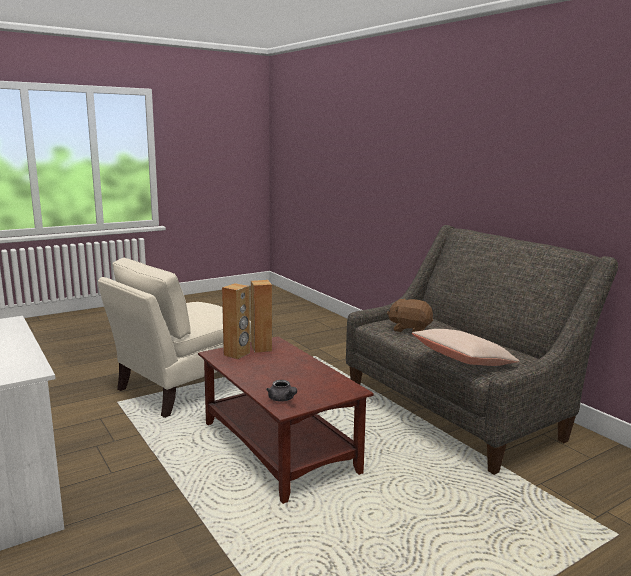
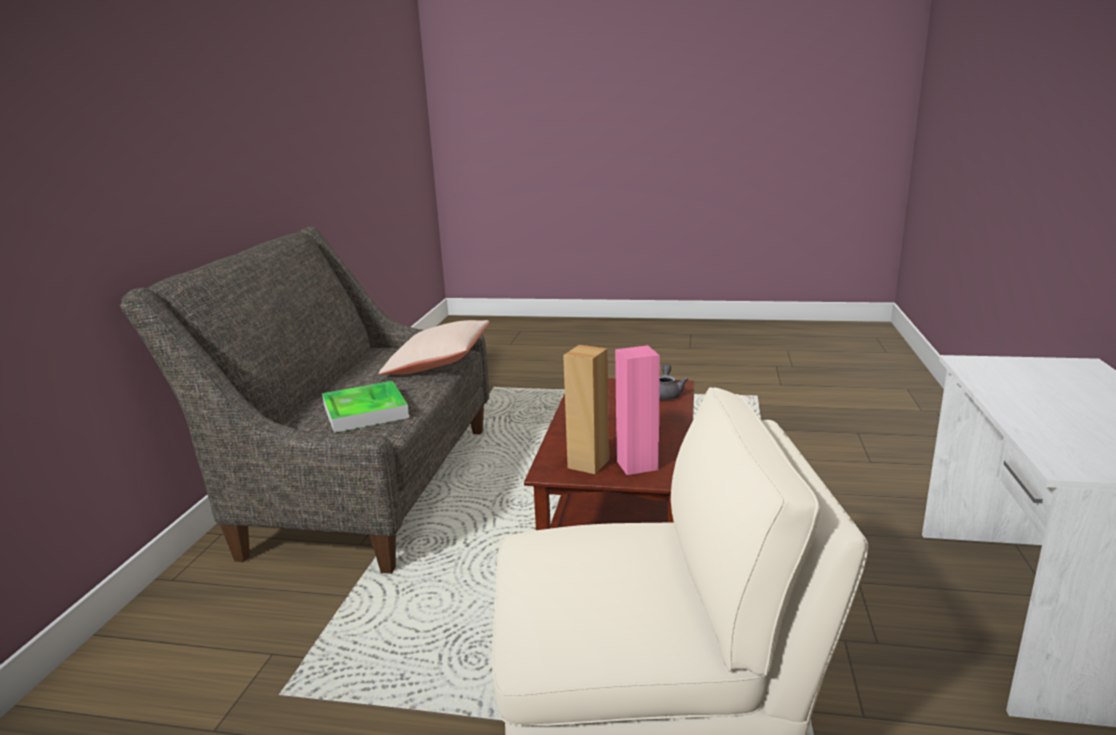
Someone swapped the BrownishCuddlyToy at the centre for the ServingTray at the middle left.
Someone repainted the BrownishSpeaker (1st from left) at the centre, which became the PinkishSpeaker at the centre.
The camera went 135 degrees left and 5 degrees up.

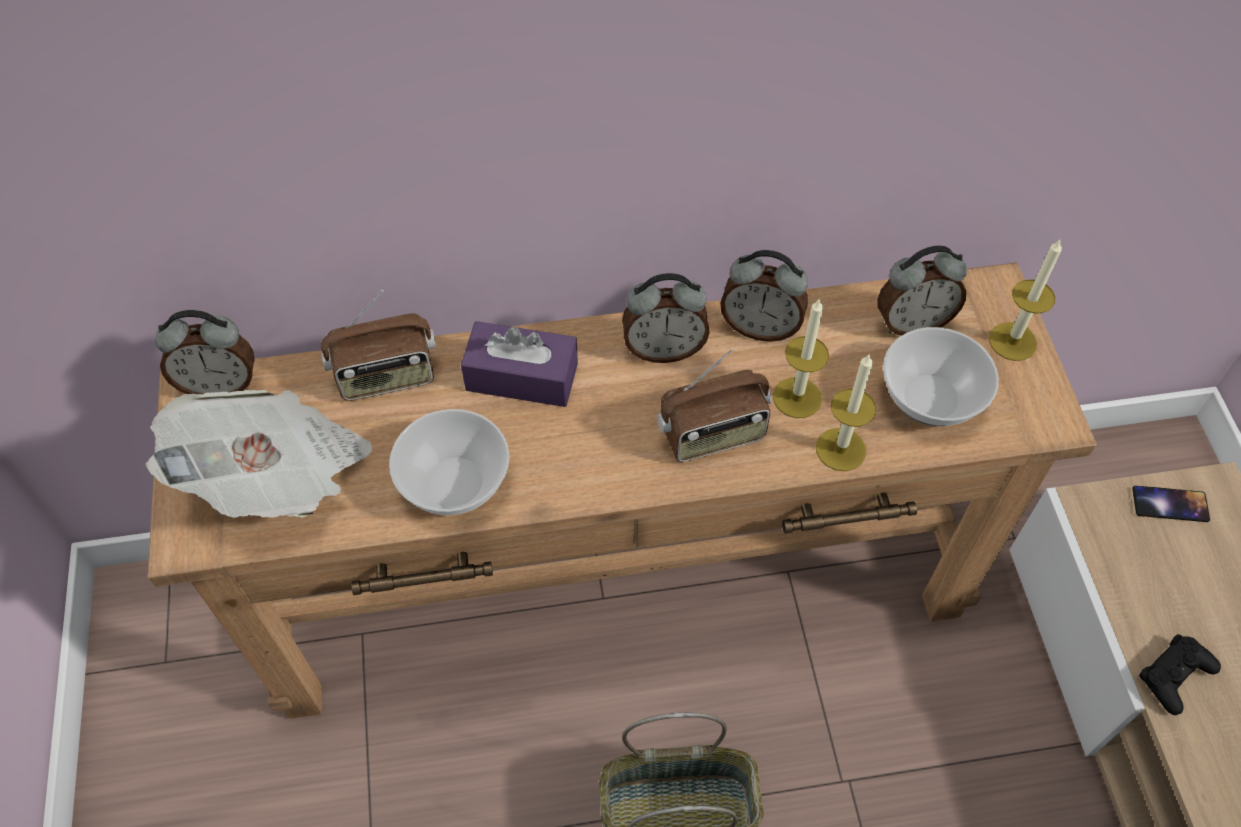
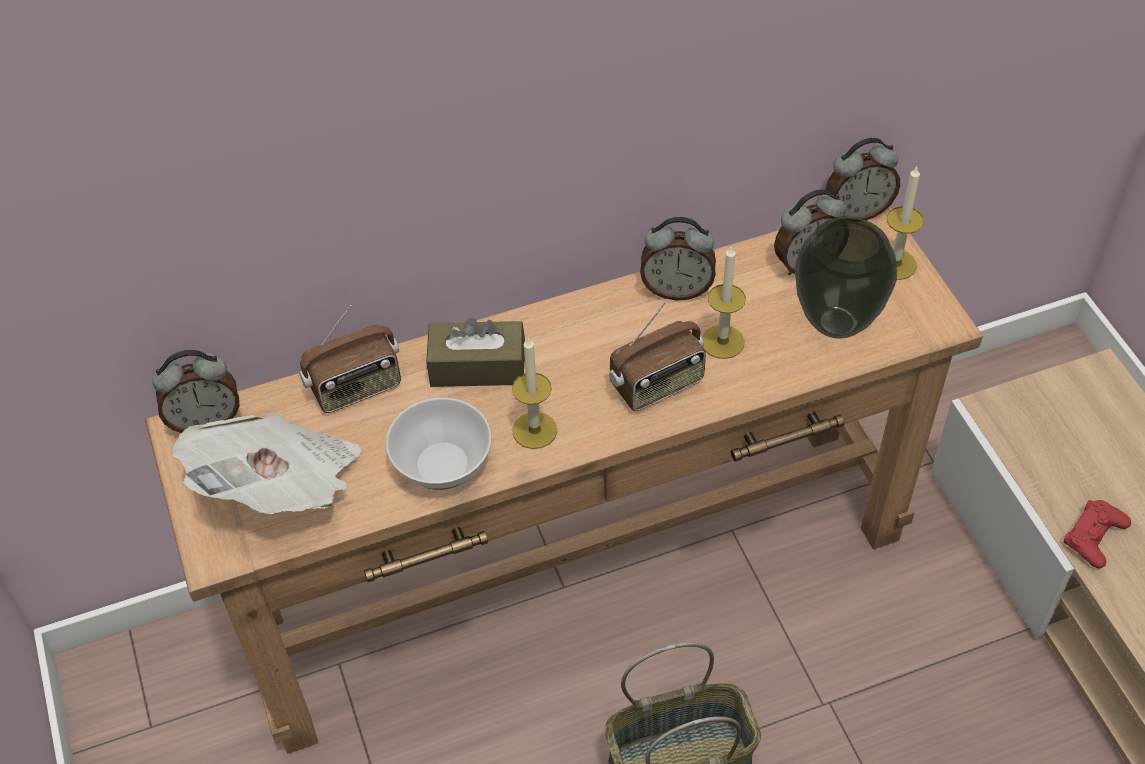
Someone took away the Telephone at the middle right.
Someone carried the AlarmClock (2nd from left in the first image) from the centre to the top right.
Someone carried the Candle (2nd from left in the first image) from the middle right to the centre.
Someone swapped the Bowl (2nd from left) at the middle right for the DecorativeVase at the middle right.
Someone repainted the PurpleBoxOfTissues at the centre, which became the BrownishBoxOfTissues at the centre.
Someone repainted the BlackJoypad at the bottom right, which became the RedColouredJoypad at the bottom right.
The camera went 10 degrees left and 5 degrees down.

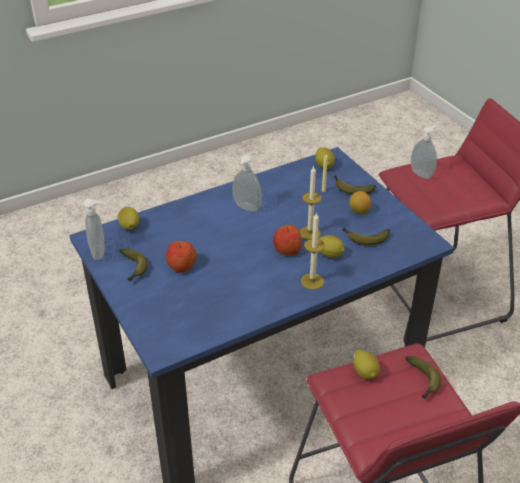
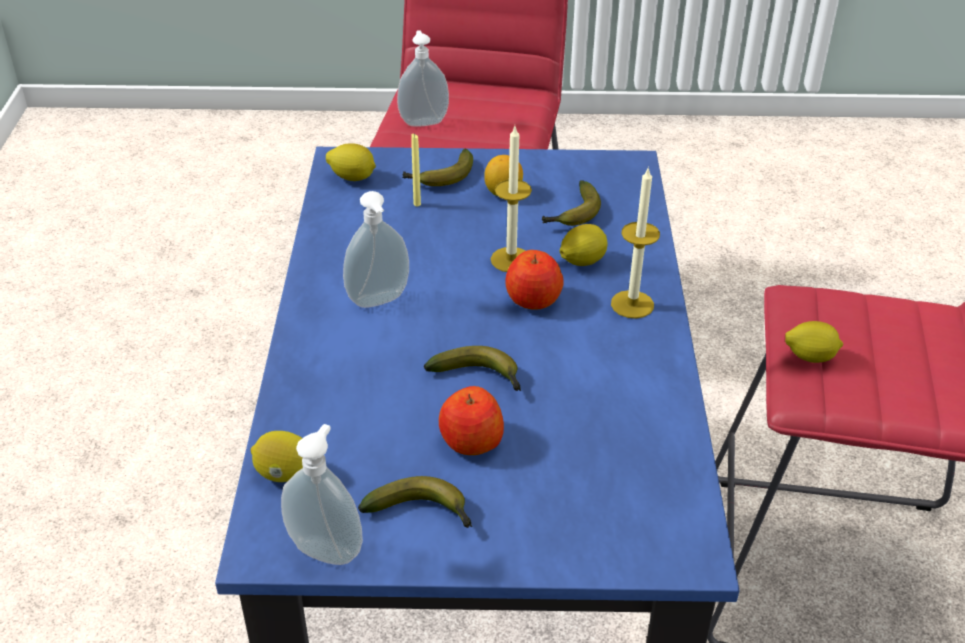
Someone carried the BananaFruit (4th from left in the first image) from the bottom right to the centre.
The camera went 60 degrees left and 0 degrees up.

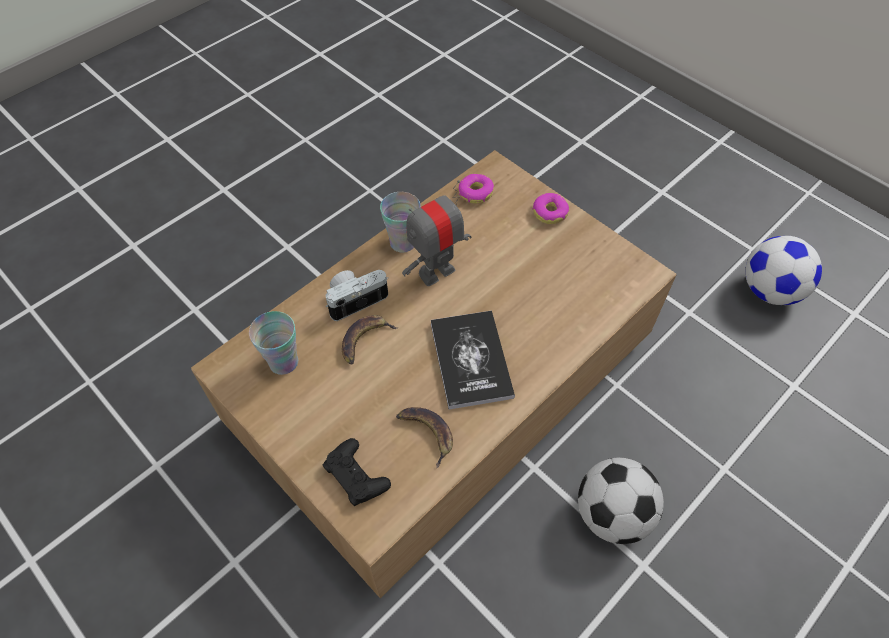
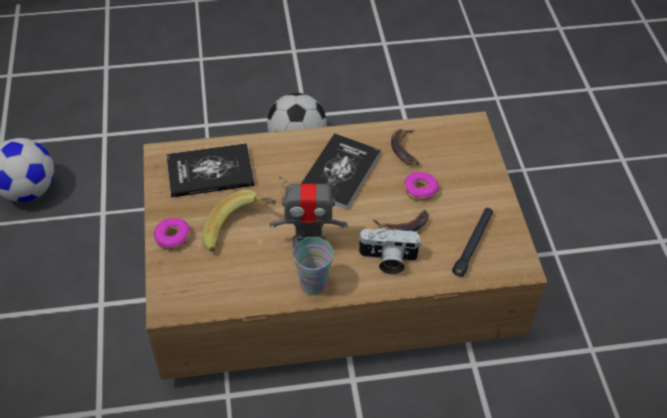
Someone took away the BlackJoypad at the bottom centre.
Someone put down the BoundBook (1st from left) at the middle left.
Someone put down the BananaFruit (1st from left) at the centre.
Someone carried the Doughnut (1st from left in the first image) from the top centre to the centre.
Someone swapped the Cup (1st from left) at the middle left for the BlackFlashlight at the middle right.
The camera went 145 degrees left and 5 degrees down.

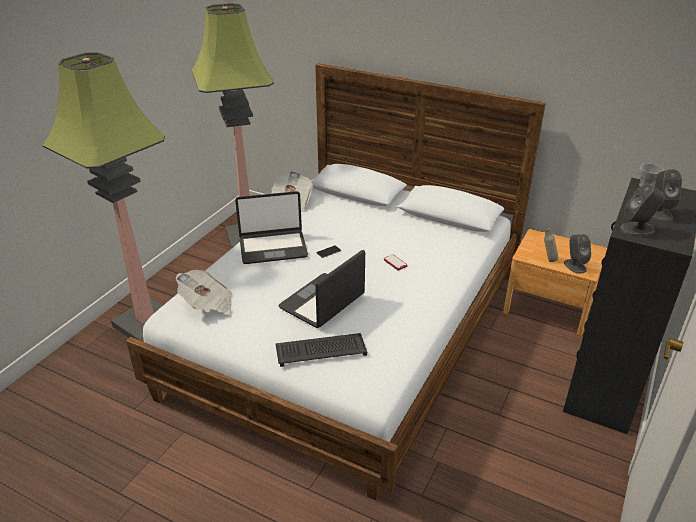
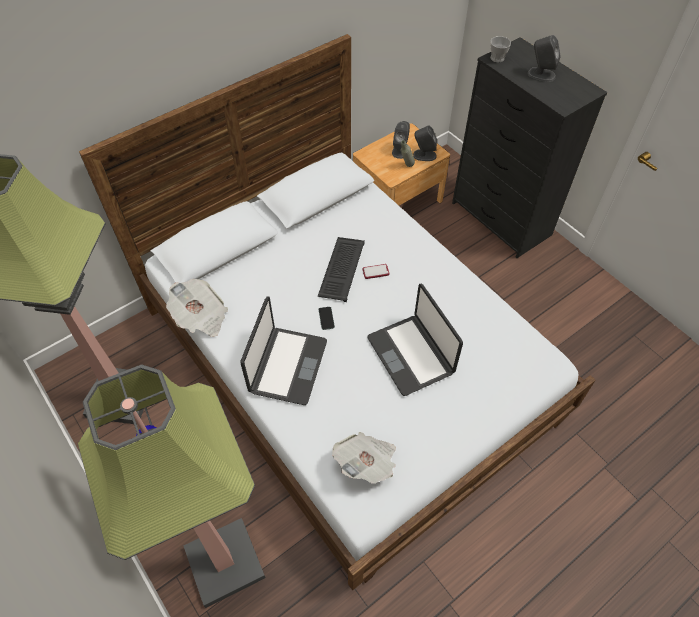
Someone carried the PcKeyboard from the bottom centre to the centre.
Someone carried the GreySpeaker (2nd from left in the first image) from the middle right to the top centre.
The camera went 65 degrees left and 20 degrees up.

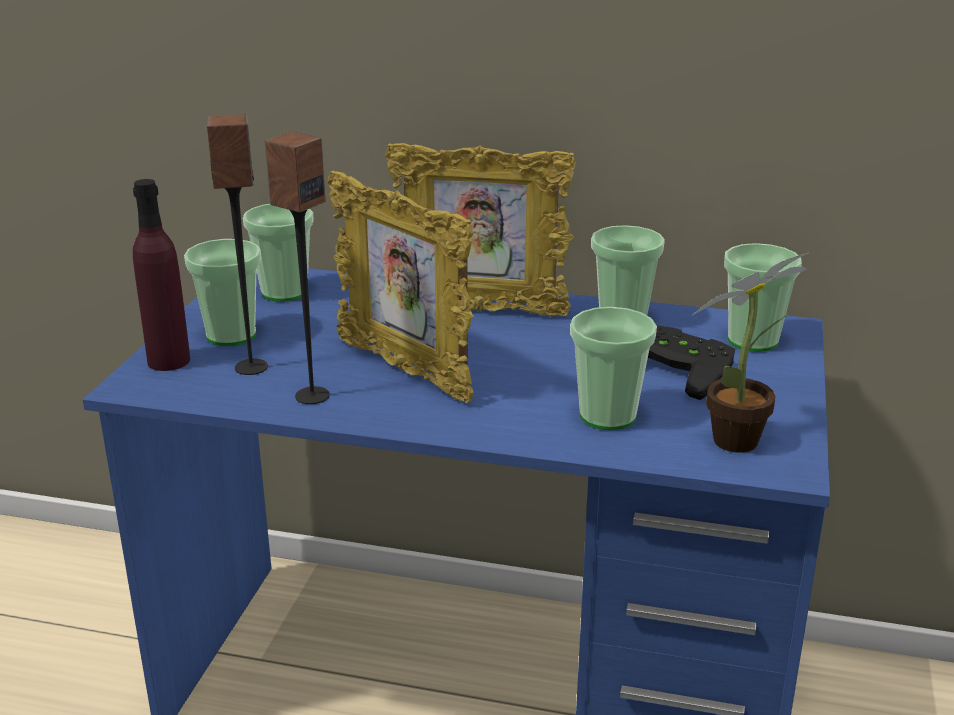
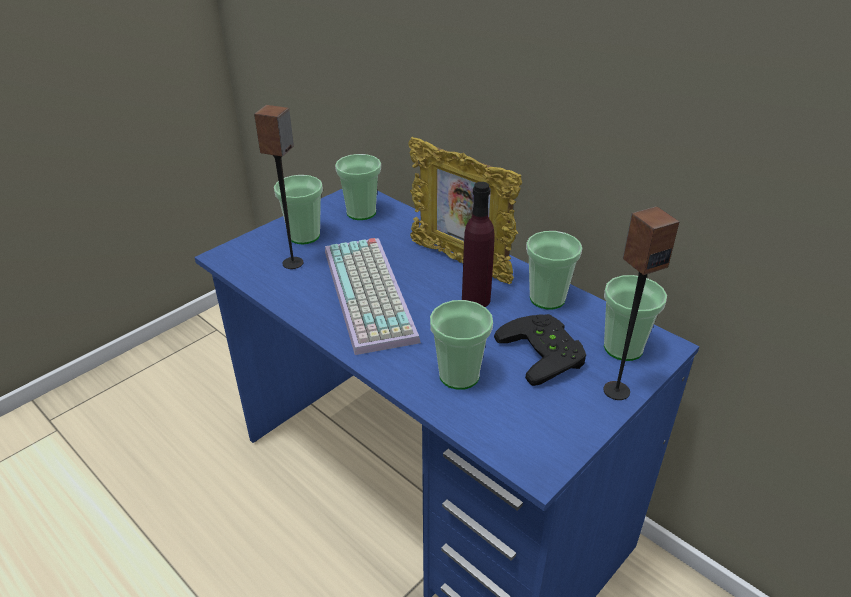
Someone took away the Houseplant at the middle right.
Someone carried the PurpleBottle from the middle left to the centre.
Someone carried the Speaker (2nd from left) from the middle left to the middle right.
Someone swapped the StandingFrame (1st from left) at the centre for the PcKeyboard at the centre.
The camera went 30 degrees right and 10 degrees up.

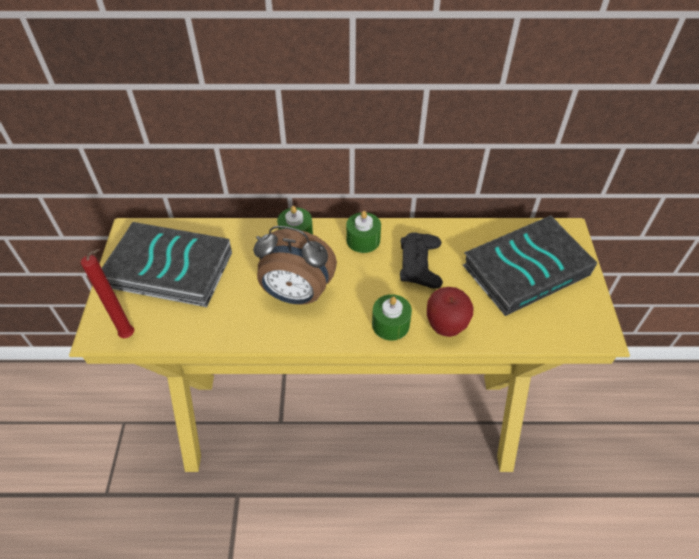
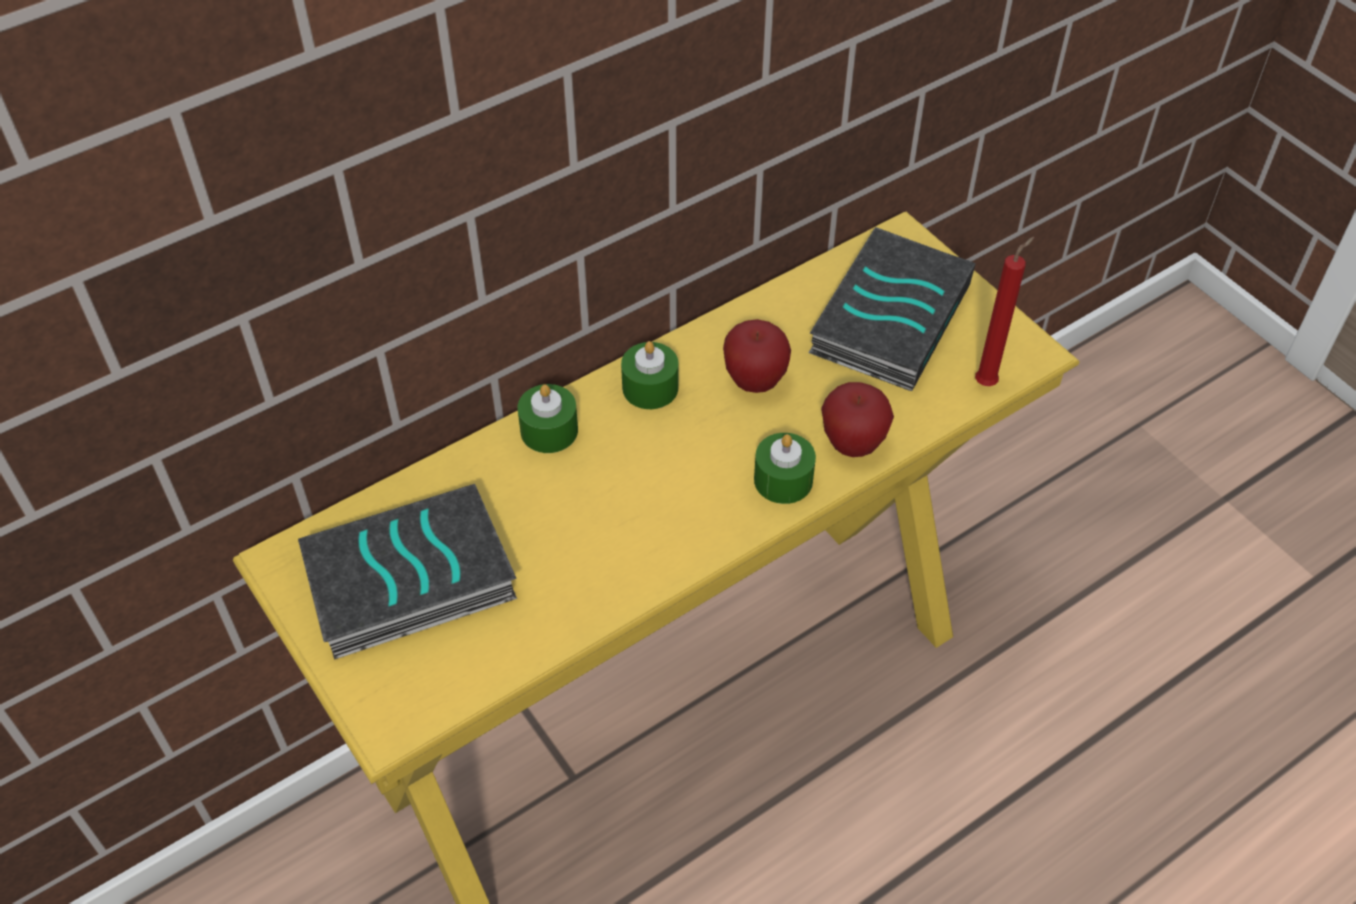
Someone took away the AlarmClock at the centre.
Someone carried the RedColouredCandle from the middle left to the middle right.
Someone swapped the BlackJoypad at the centre for the Apple (1st from left) at the centre.
The camera went 35 degrees left and 0 degrees up.

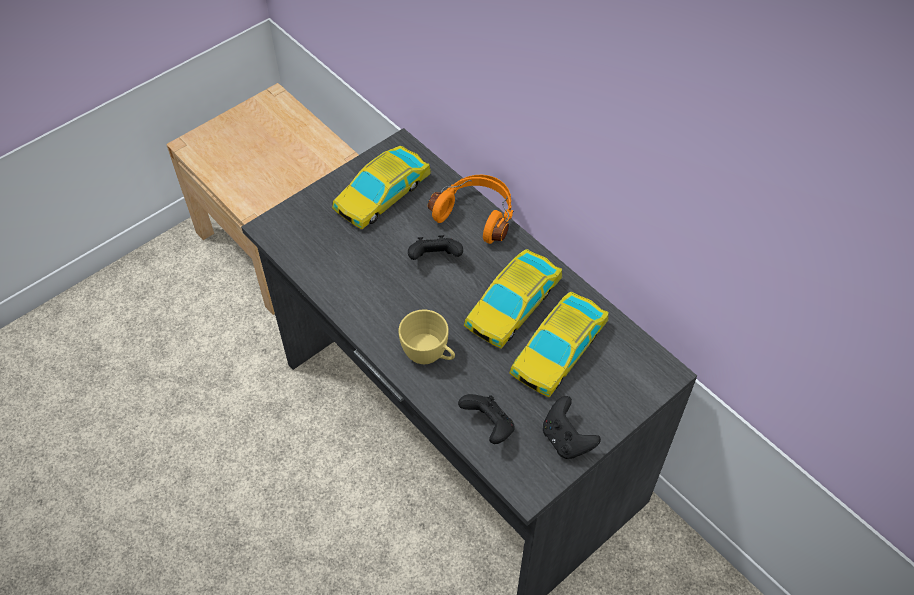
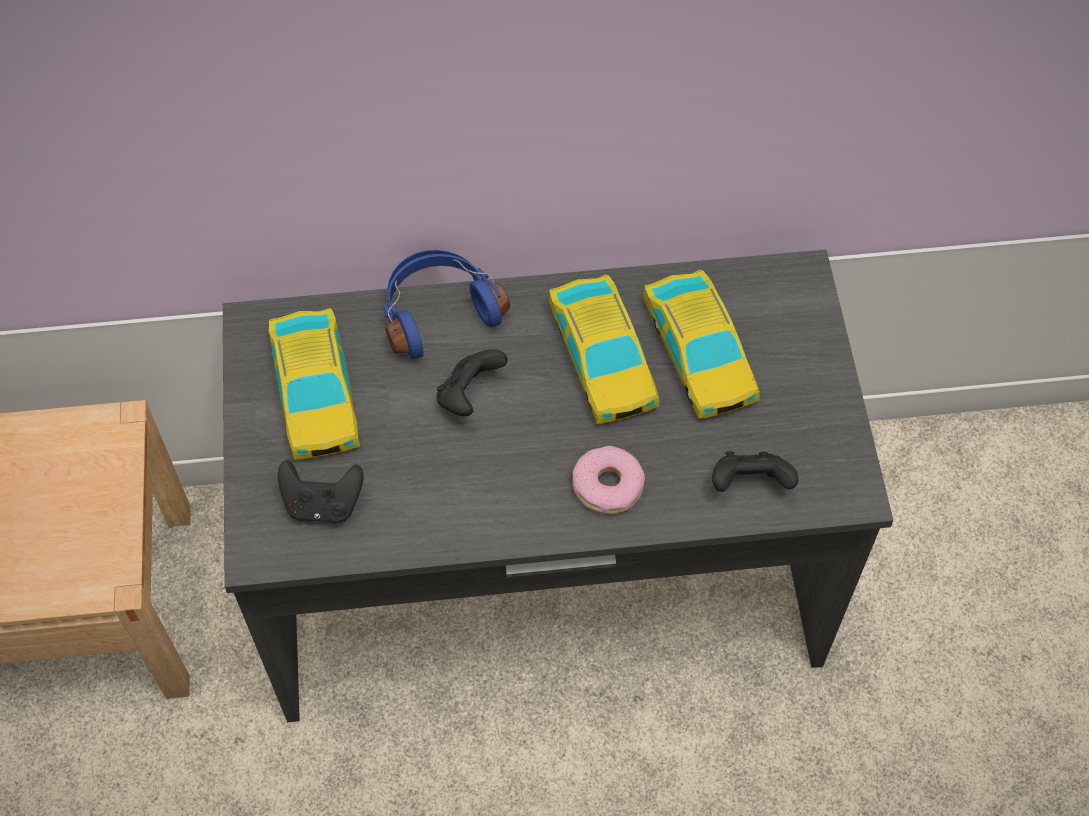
Someone carried the BlackJoypad (3rd from left in the first image) from the bottom centre to the middle left.
Someone swapped the YellowCup at the centre for the Doughnut at the centre.
Someone repainted the OrangeColouredHeadset at the centre, which became the BlueColouredHeadset at the centre.
The camera went 55 degrees left and 5 degrees up.

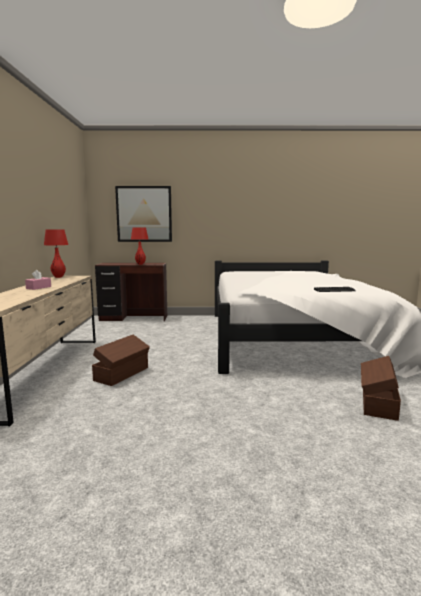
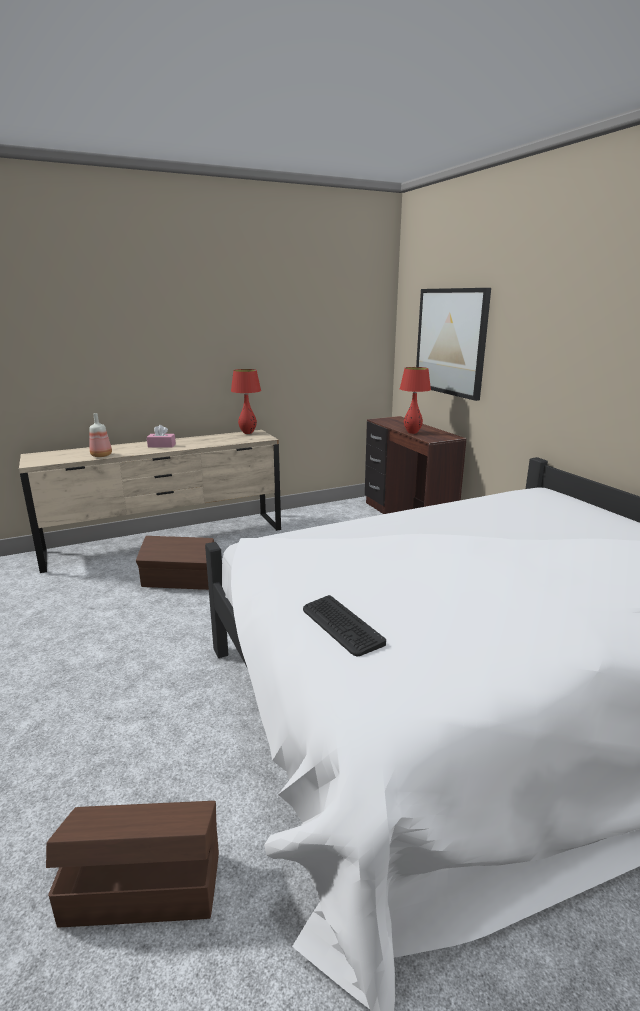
Someone put down the Bottle at the middle left.
The camera went 65 degrees right and 10 degrees up.

